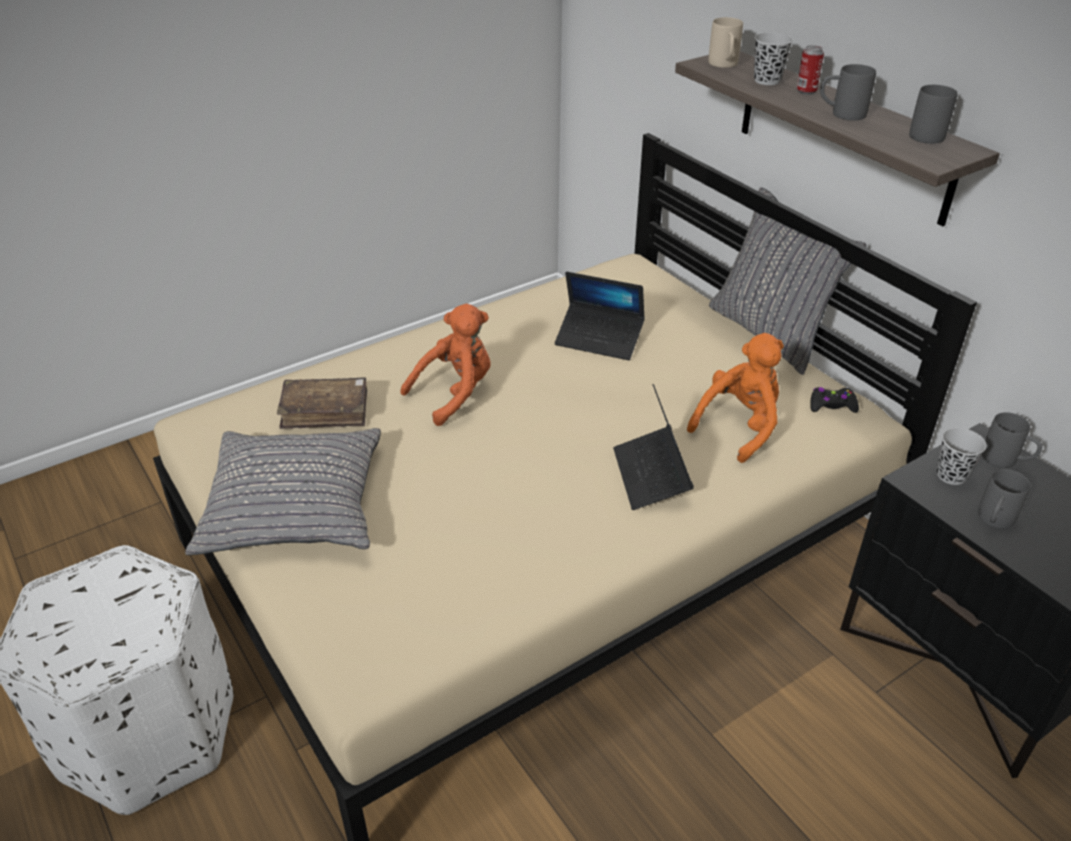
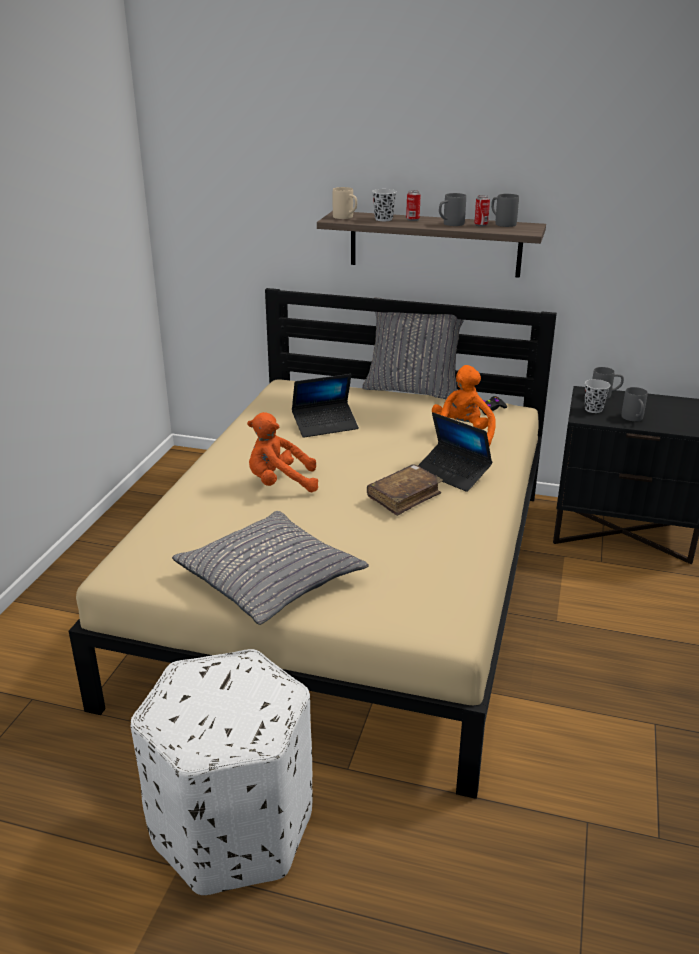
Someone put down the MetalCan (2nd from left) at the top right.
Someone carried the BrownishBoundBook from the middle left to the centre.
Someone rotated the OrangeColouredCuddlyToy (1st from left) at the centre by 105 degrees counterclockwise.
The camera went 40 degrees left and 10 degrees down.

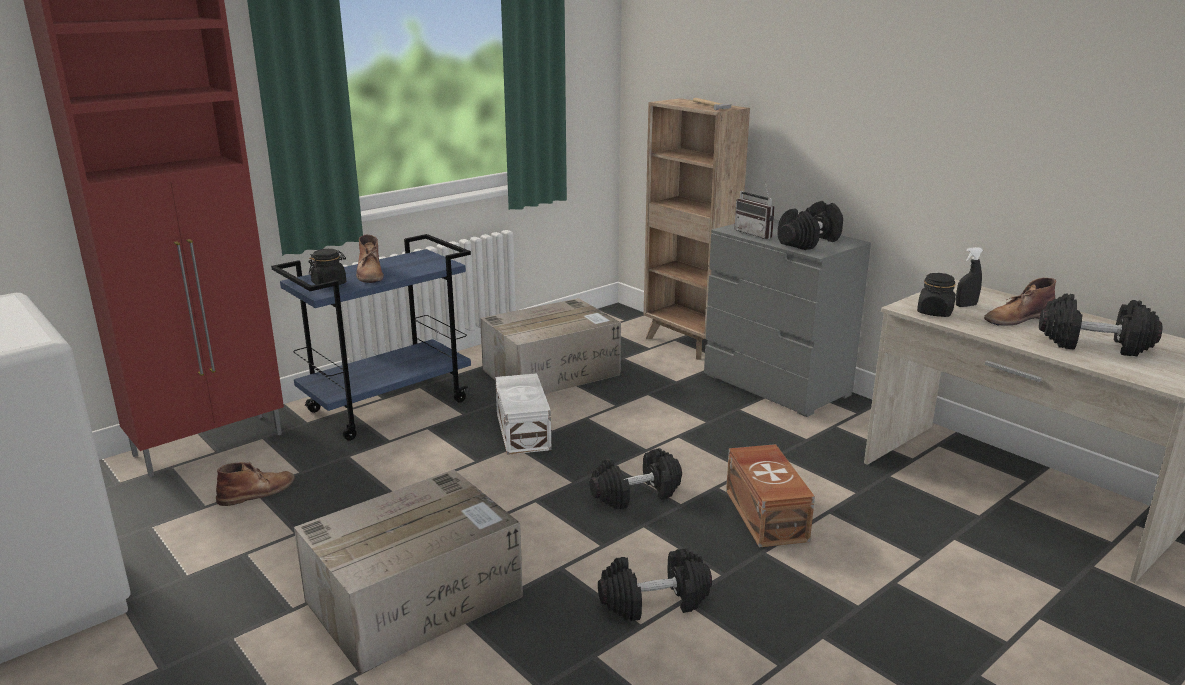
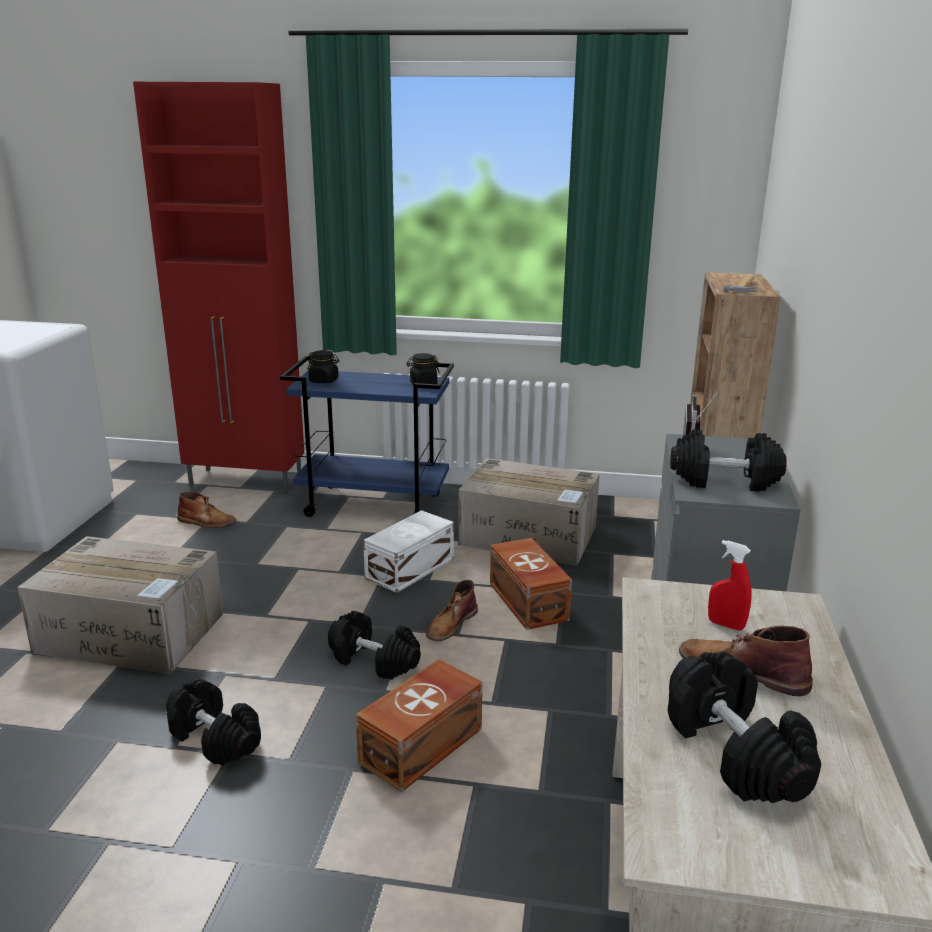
Someone put down the BrownishStorageBin (2nd from left) at the centre.
Someone carried the BrownishHighTopBoot (2nd from left) from the middle left to the centre.
Someone carried the BlackJar (2nd from left) from the middle right to the centre.
Someone repainted the BlackSprayer at the middle right, which became the RedColouredSprayer at the middle right.
The camera went 50 degrees right and 0 degrees up.

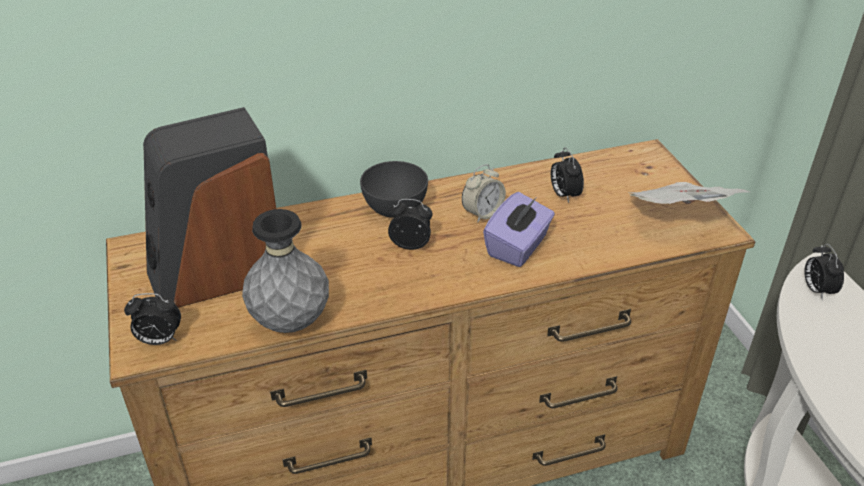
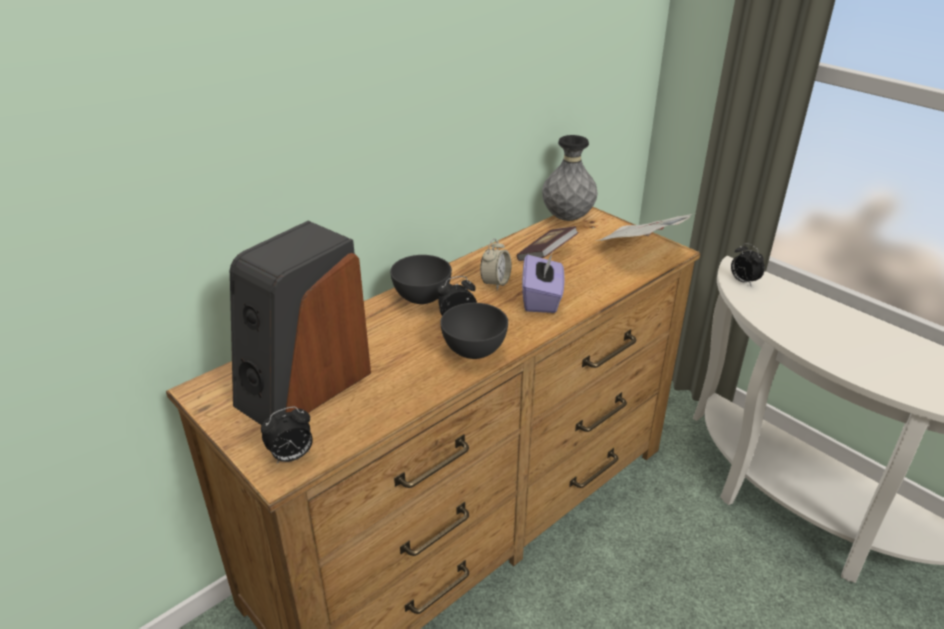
Someone put down the GreyBowl (2nd from left) at the centre.
Someone carried the GreyDecorativeVase from the middle left to the top centre.
Someone swapped the AlarmClock (4th from left) at the centre for the BoundBook at the centre.
The camera went 25 degrees left and 5 degrees down.

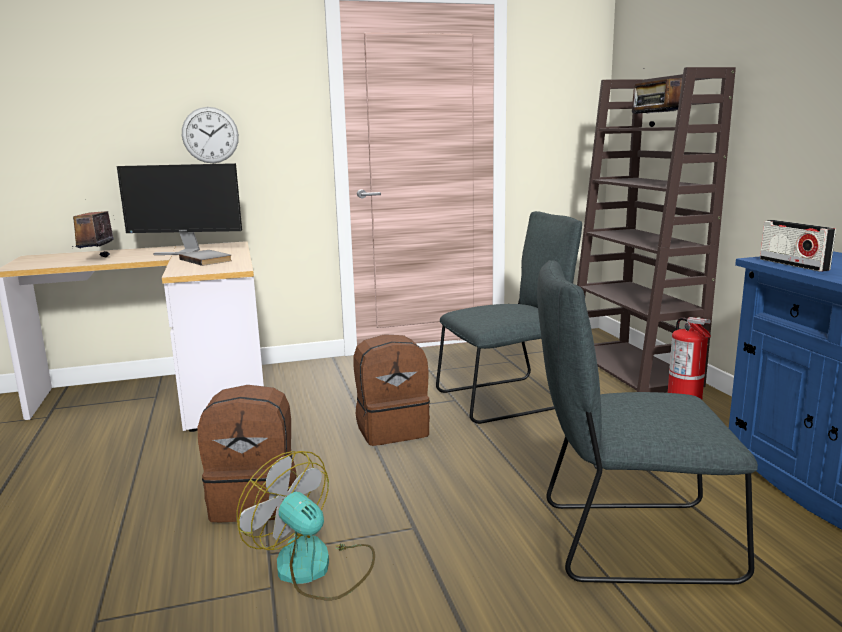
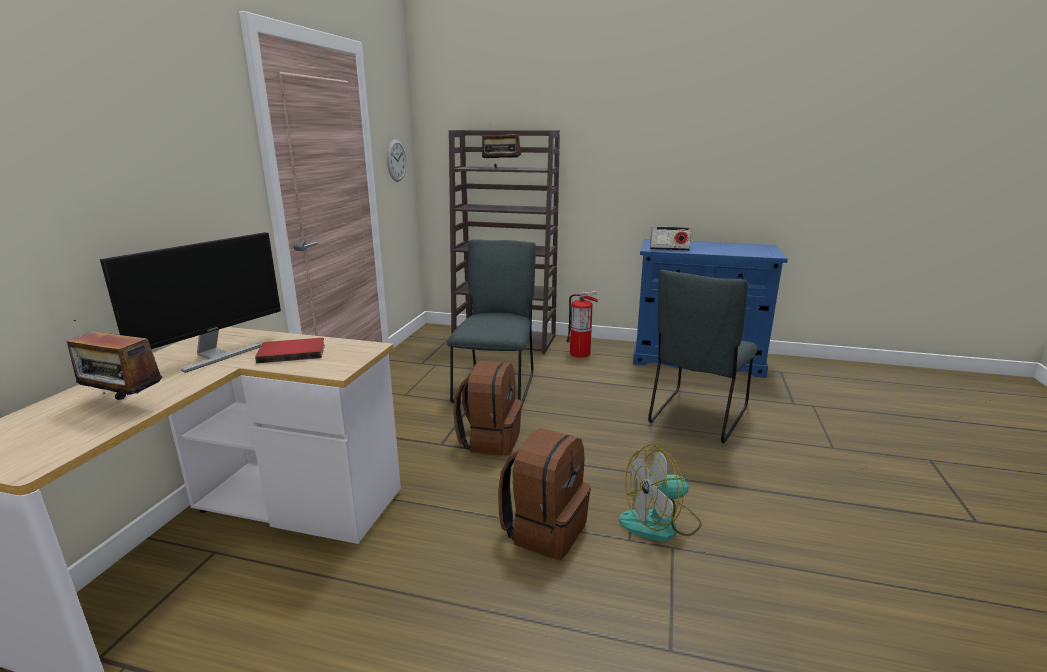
Someone carried the HangingClock from the top left to the top centre.
Someone repainted the GreyBoundBook at the middle left, which became the RedColouredBoundBook at the middle left.
The camera went 60 degrees left and 5 degrees up.

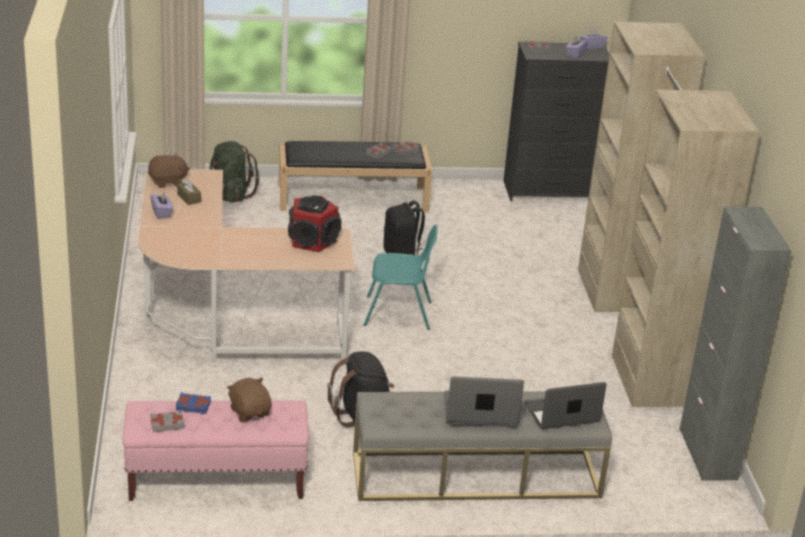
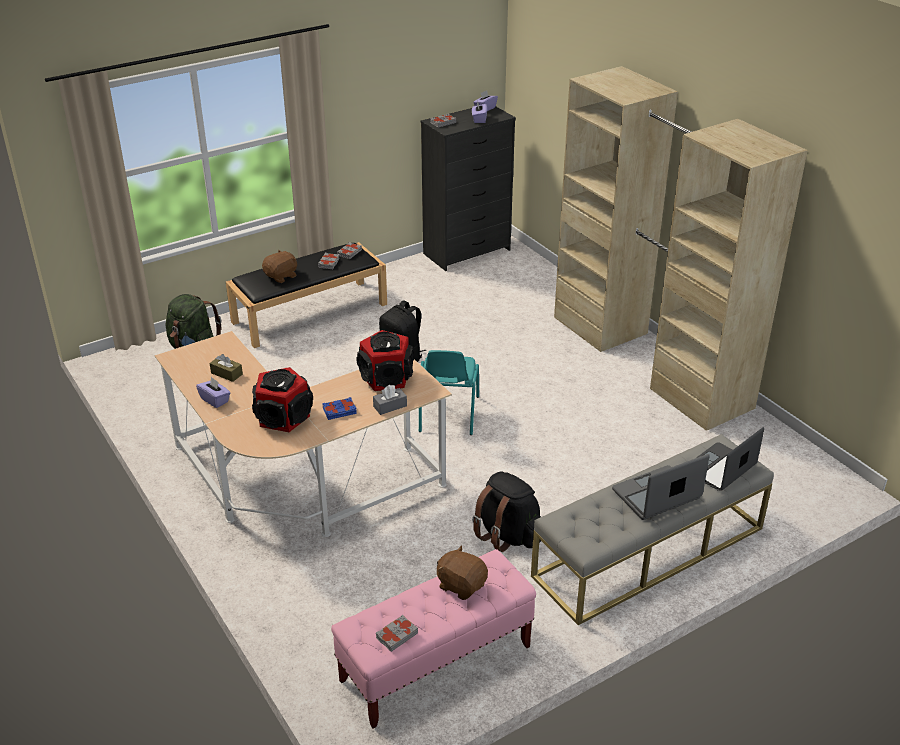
Someone took away the GreyCabinet at the middle right.
Someone put down the Speaker (1st from left) at the middle left.
Someone put down the GreyBoxOfTissues at the centre.
Someone carried the BrownishCuddlyToy (1st from left) from the top left to the middle left.
Someone carried the BlueColouredBoundBook from the bottom left to the centre.
Someone rotated the TurquoisePlainChair at the centre by 120 degrees clockwise.
The camera went 25 degrees left and 5 degrees up.

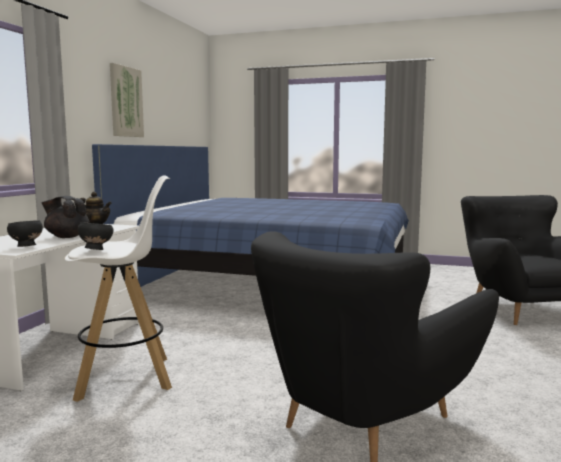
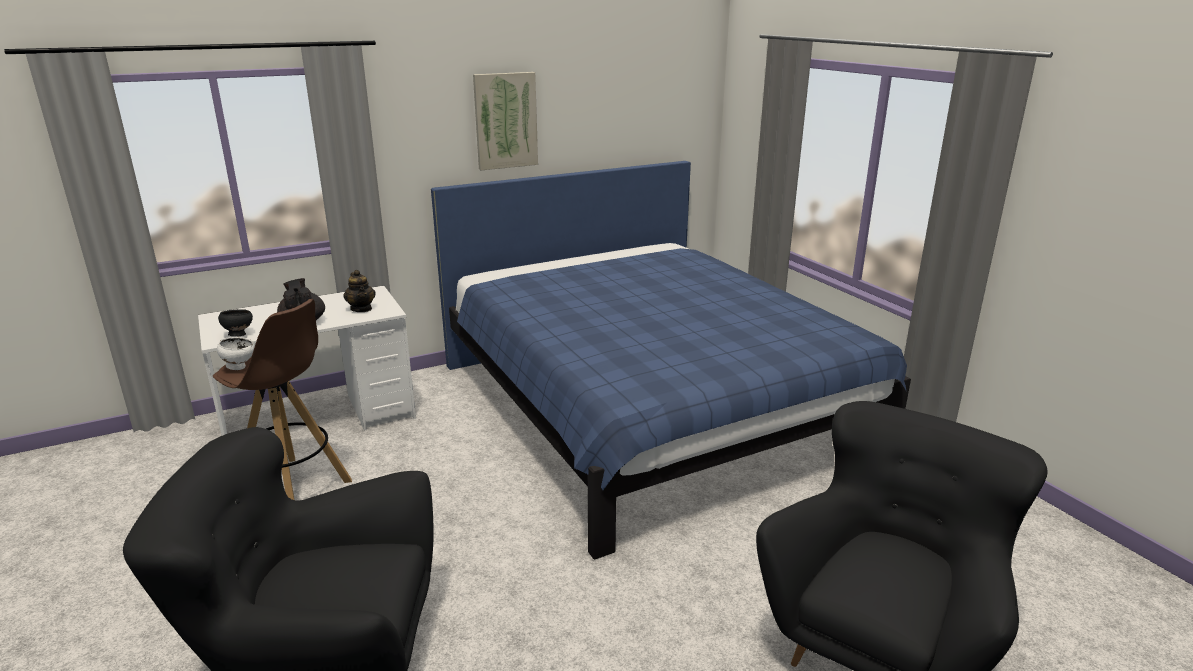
Someone repainted the WhiteSittingStool at the middle left, which became the BrownishSittingStool at the middle left.
Someone repainted the BlackBowl (2nd from left) at the middle left, which became the WhiteBowl at the middle left.
The camera went 45 degrees right and 15 degrees up.

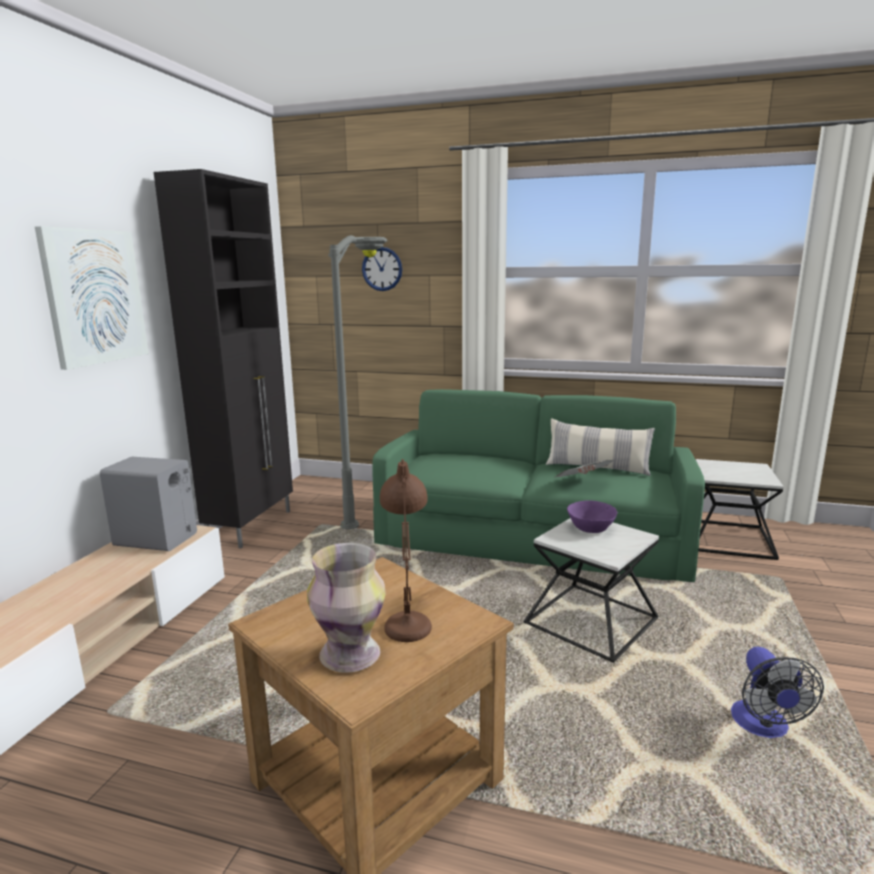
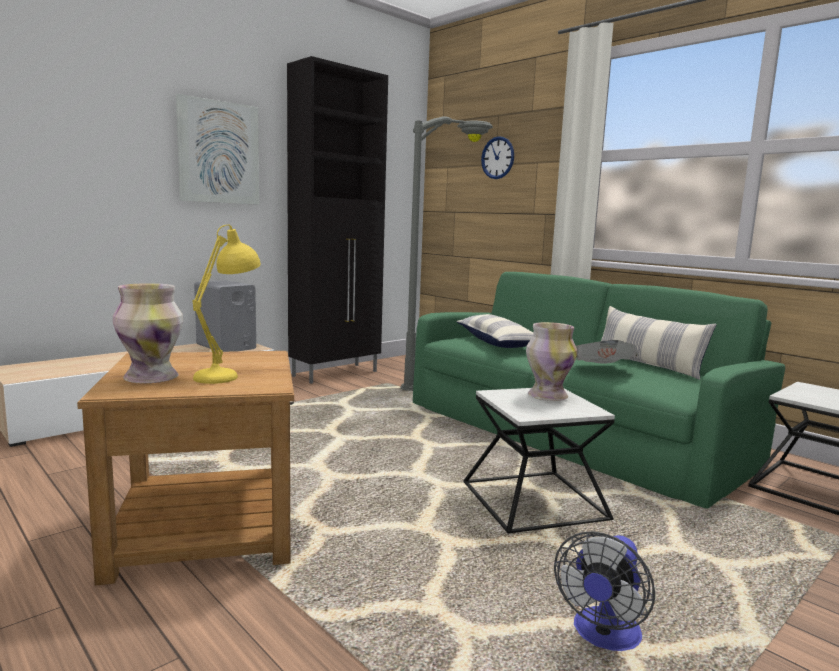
Someone put down the ThrowPillow (1st from left) at the centre.
Someone swapped the PurpleBowl at the middle right for the DecorativeVase (2nd from left) at the centre.
Someone repainted the BrownishTabletopLamp at the centre, which became the YellowTabletopLamp at the middle left.
The camera went 30 degrees right and 5 degrees down.

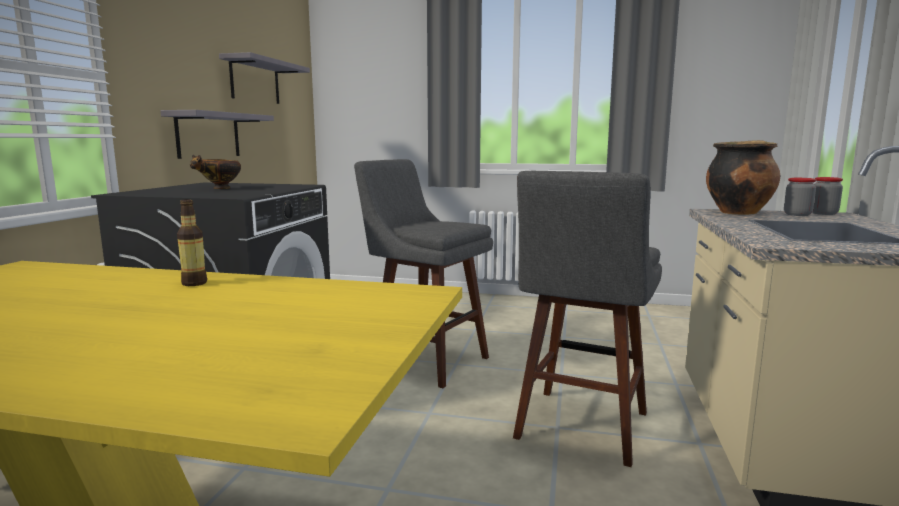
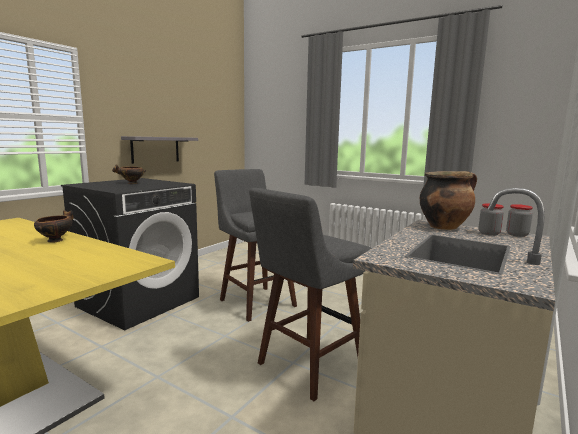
Someone took away the GreyBracketShelf (2nd from left) at the top left.
Someone swapped the Bottle at the middle left for the Bowl (1st from left) at the middle left.
The camera went 20 degrees right and 0 degrees up.

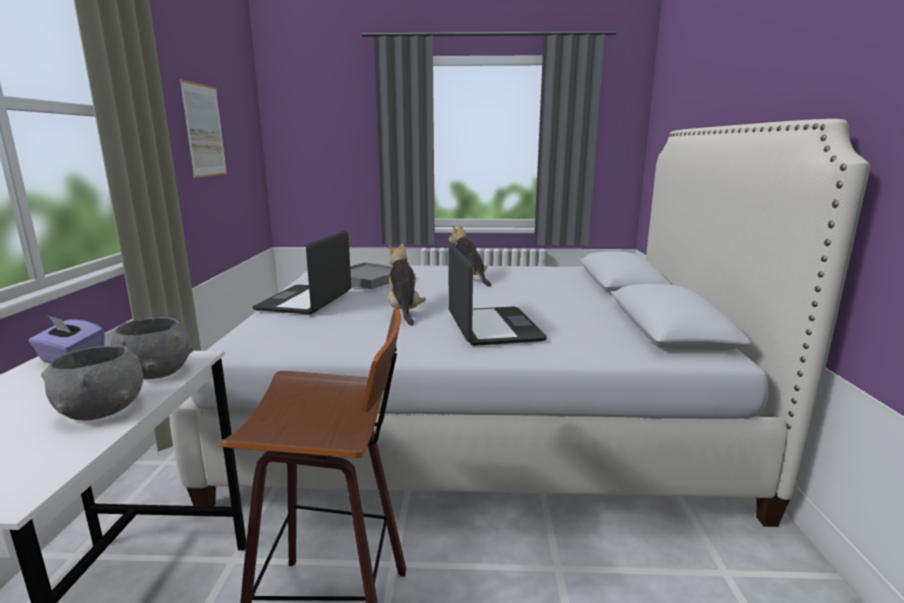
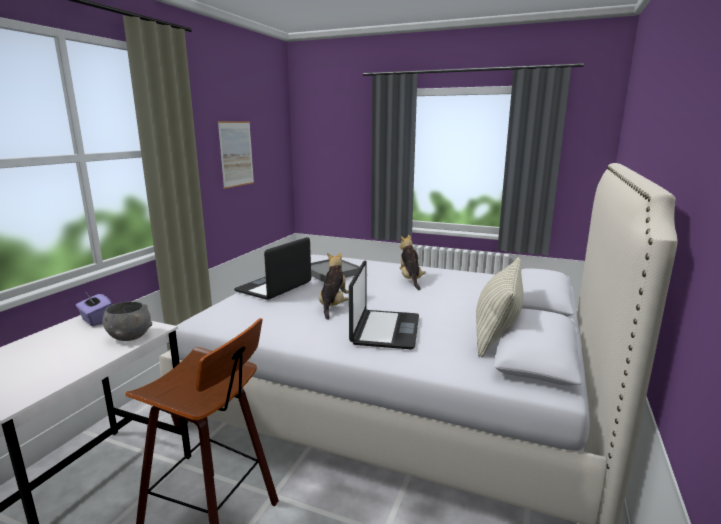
Someone took away the GreyBowl (1st from left) at the middle left.
Someone put down the ThrowPillow at the middle right.
The camera went 20 degrees right and 0 degrees up.

